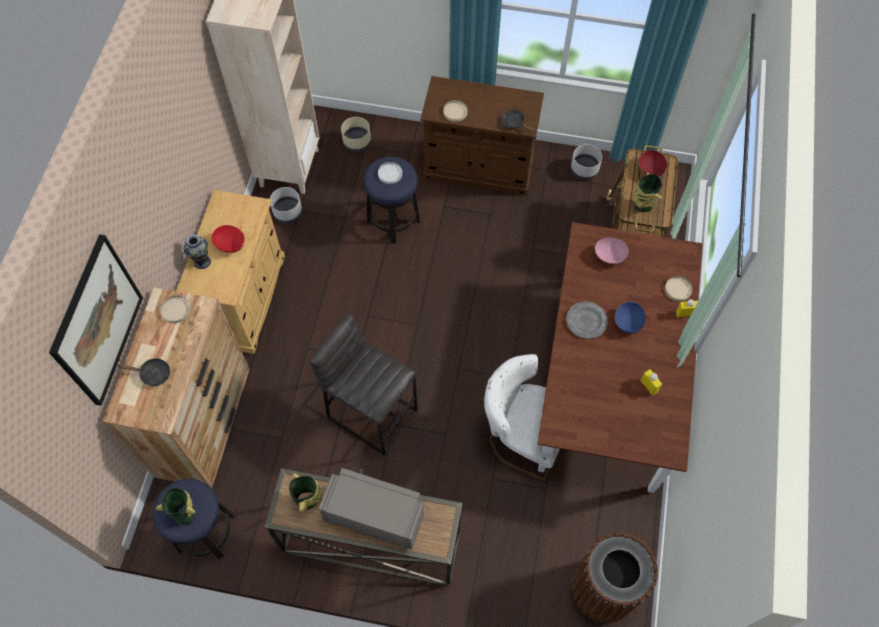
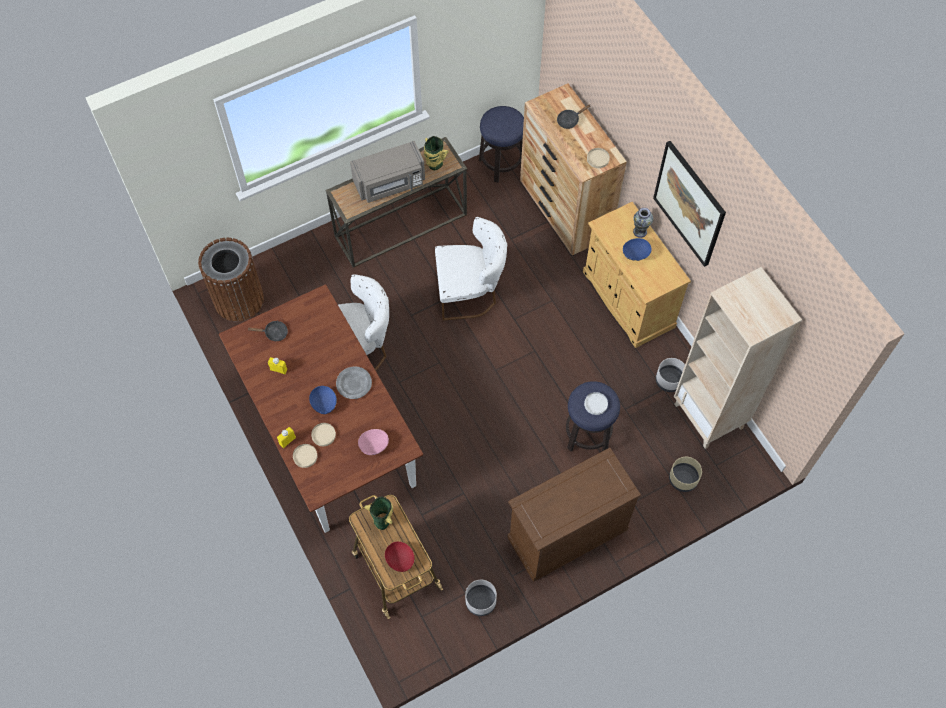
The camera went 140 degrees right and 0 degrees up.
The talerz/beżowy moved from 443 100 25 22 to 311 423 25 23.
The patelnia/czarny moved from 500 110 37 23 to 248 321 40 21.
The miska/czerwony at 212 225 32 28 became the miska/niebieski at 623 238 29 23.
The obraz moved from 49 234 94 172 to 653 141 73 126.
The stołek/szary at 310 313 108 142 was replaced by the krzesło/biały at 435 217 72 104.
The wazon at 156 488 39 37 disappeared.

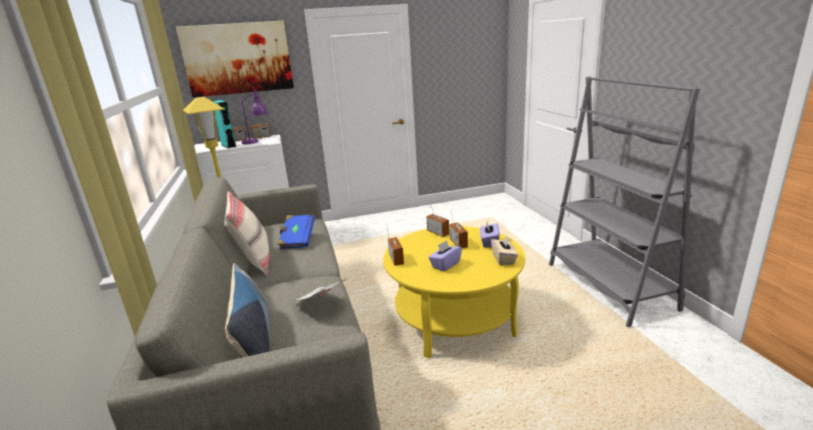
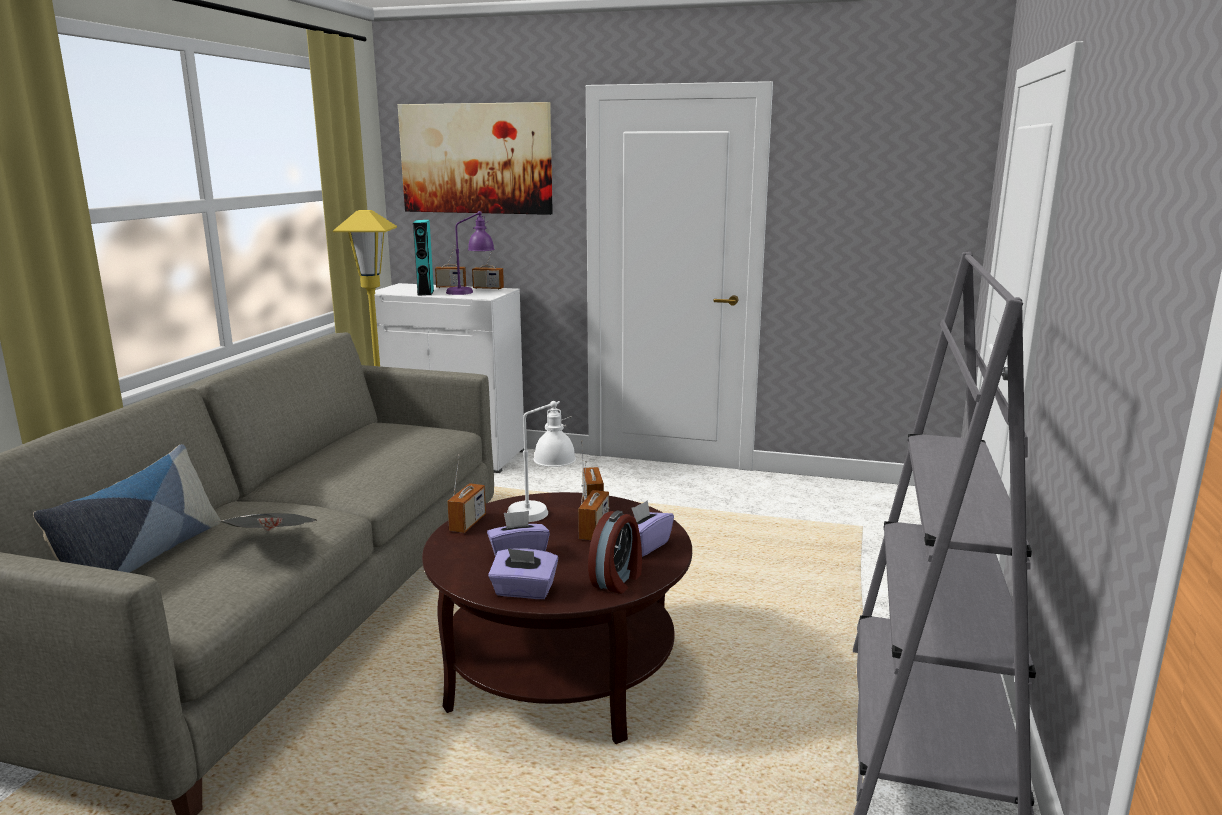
The camera went 30 degrees right and 5 degrees down.
The poduszka/beżowy at 224 191 46 84 disappeared.
The książka/niebieski at 278 215 37 34 disappeared.
The ława/żółty at 383 226 142 132 became the ława/brązowy at 422 492 270 252.
The pudełko chusteczek/beżowy at 491 236 27 30 was replaced by the budzik at 588 511 54 83.
The lampa stołowa/biały at 507 401 69 121 appeared.
The pudełko chusteczek/fioletowy at 488 548 70 51 appeared.

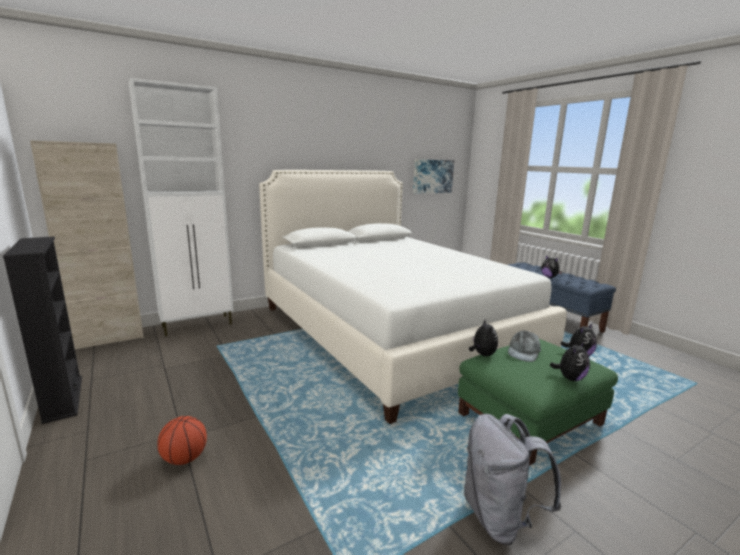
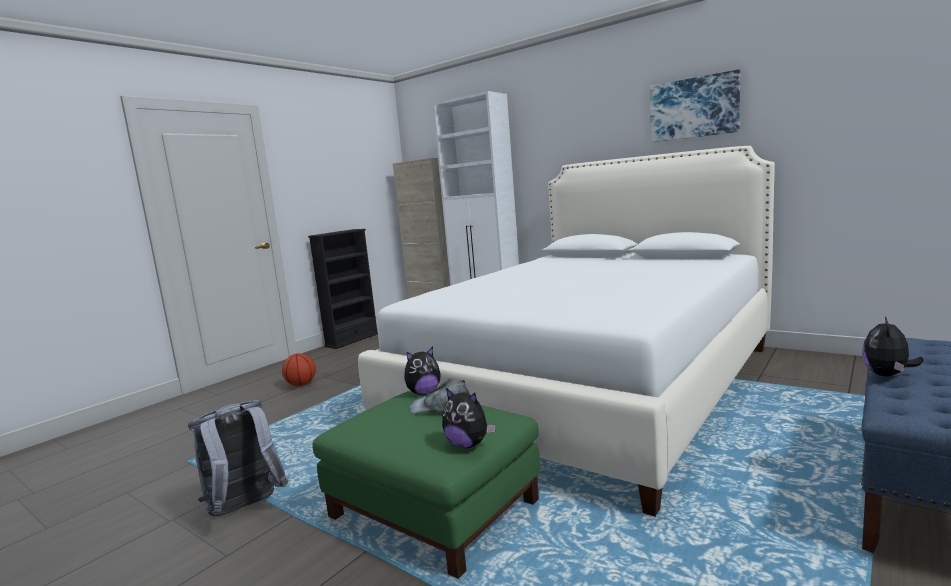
The camera went 70 degrees right and 5 degrees down.
The obraz moved from 413 159 41 35 to 650 69 90 73.
The pluszak at 550 341 40 40 disappeared.

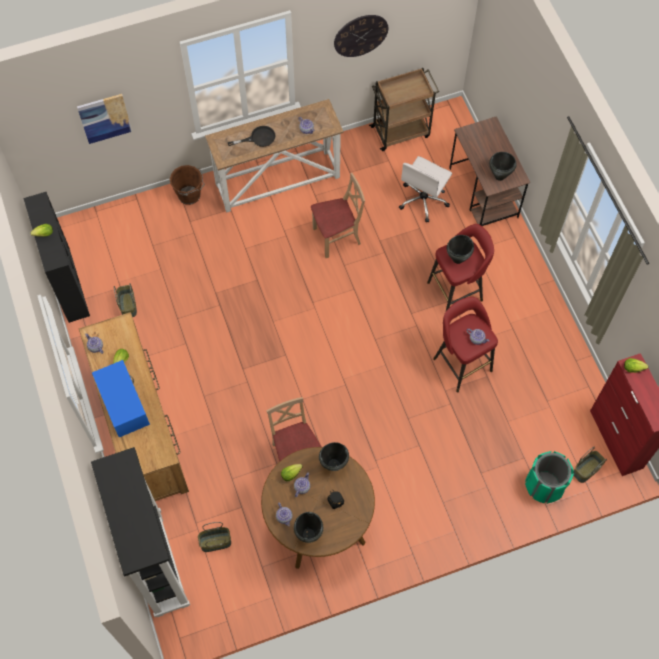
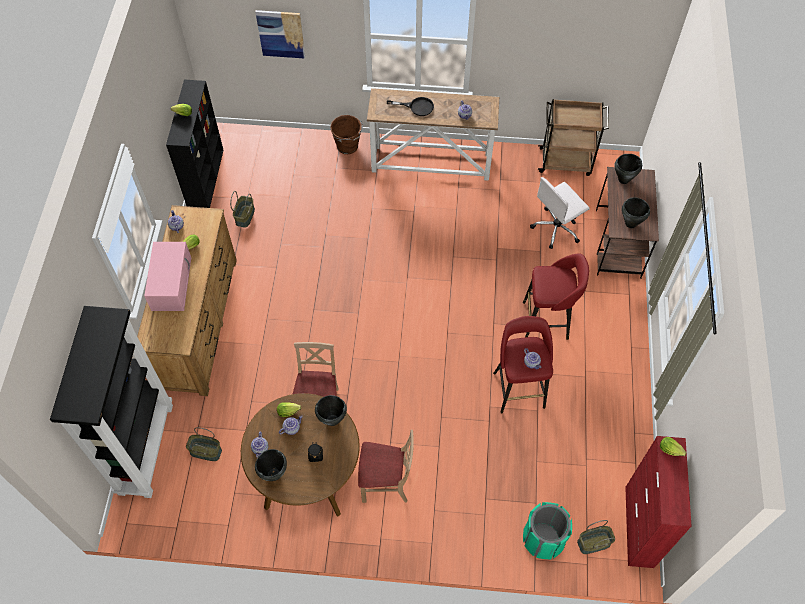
The camera went 25 degrees right and 5 degrees down.
The zegar ścienny at 334 15 54 42 disappeared.
The krzesło/beżowy moved from 311 173 54 85 to 358 430 56 73.
The garnek/czarny moved from 447 235 27 29 to 614 154 28 30.
The mikrofalówka/niebieski at 92 360 58 77 became the mikrofalówka/różowy at 144 242 47 69.

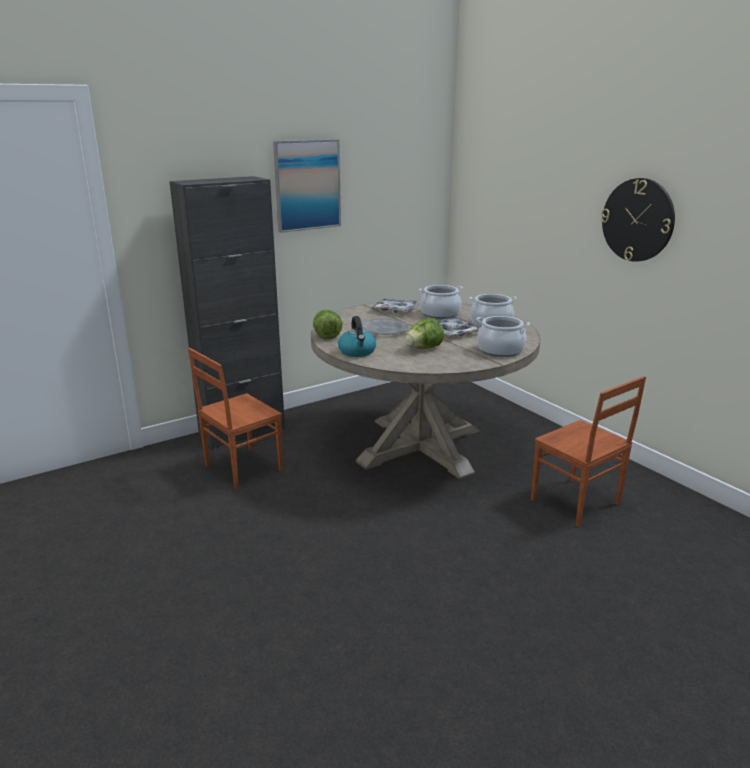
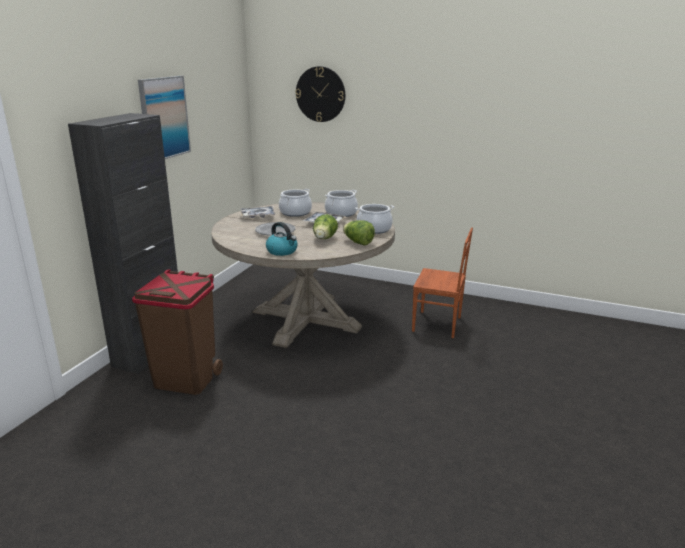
The camera went 35 degrees left and 0 degrees up.
The zegar ścienny moved from 601 178 74 84 to 295 66 50 56.
The sałata moved from 313 309 30 31 to 343 220 32 26.
The krzesło/brązowy at 188 348 95 141 was replaced by the kosz na śmieci/brązowy at 132 269 91 126.

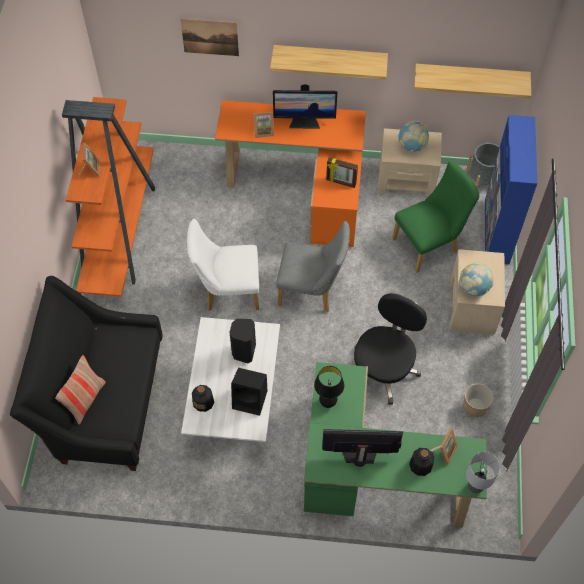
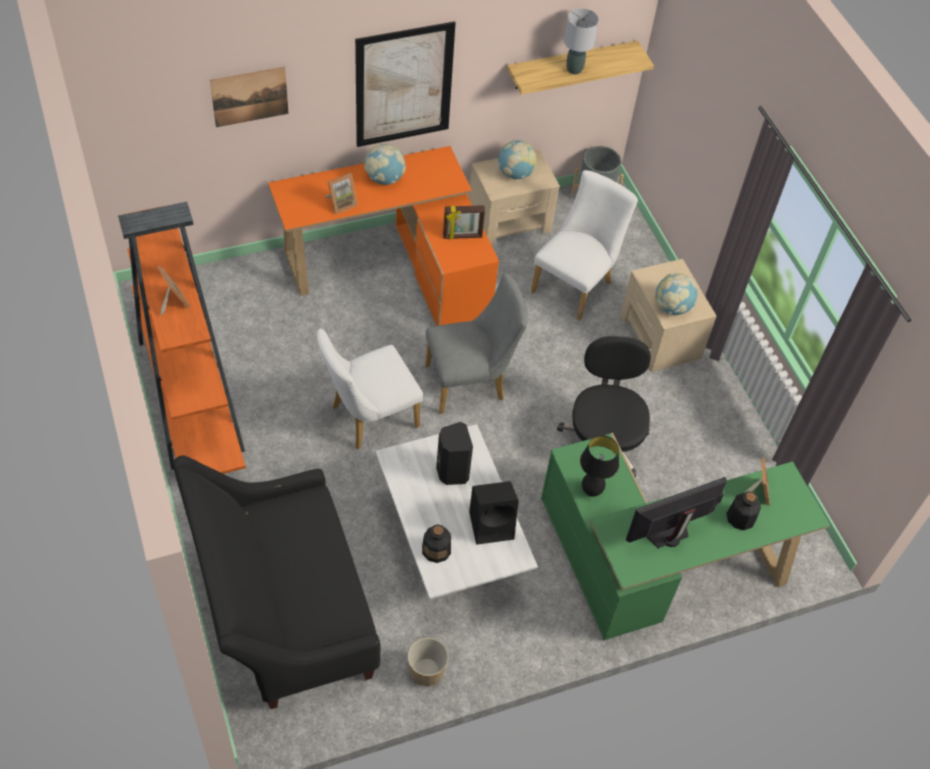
The camera went 30 degrees left and 5 degrees down.
The półka at 270 45 118 35 was replaced by the obraz at 355 21 101 126.
The monitor at 273 85 64 44 was replaced by the globus at 365 143 41 42.
The szafka/niebieski at 485 115 53 149 disappeared.
The krzesło/zielony at 392 161 87 112 became the krzesło/biały at 531 170 107 151.
The poduszka at 55 355 51 69 disappeared.
The donica moved from 464 383 30 34 to 408 638 41 48.
The lampa stołowa/szary moved from 466 452 34 42 to 564 8 35 66.

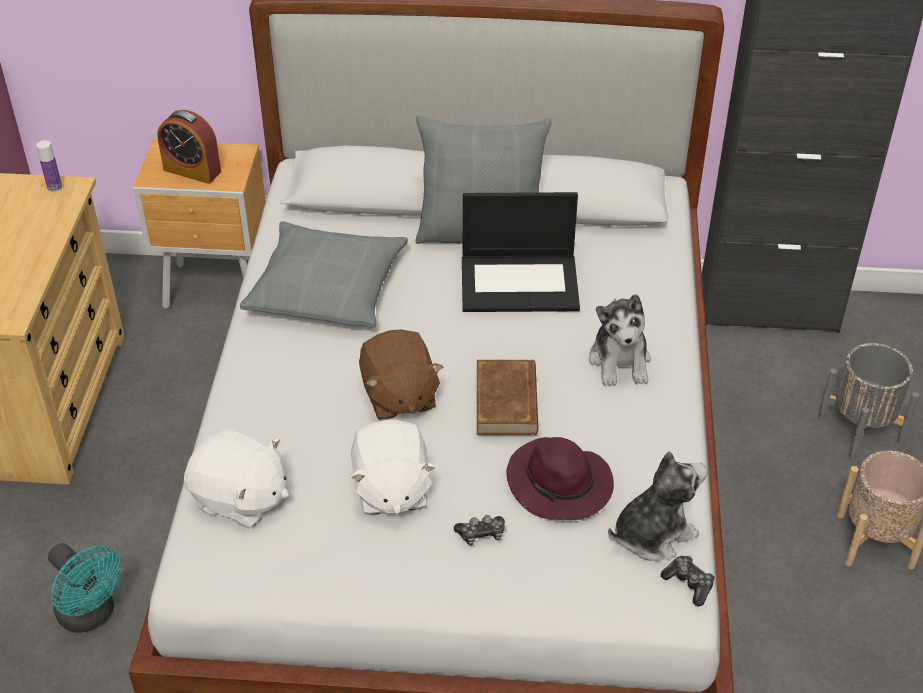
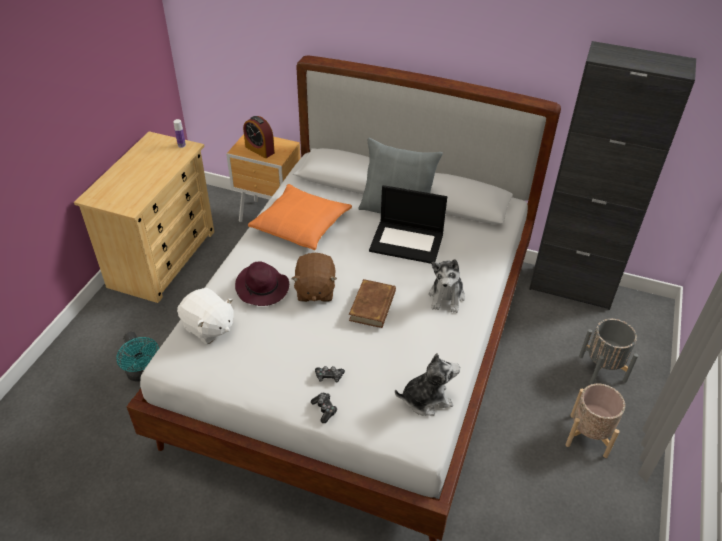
The camera went 15 degrees right and 0 degrees up.
The poduszka/szary at 240 221 168 107 became the poduszka/pomarańczowy at 248 184 104 66.
The pluszak/biały at 351 420 85 95 disappeared.
The kapelusz/fioletowy moved from 506 437 108 83 to 235 262 54 44.
The pad do gier moved from 661 556 54 50 to 311 393 26 30.

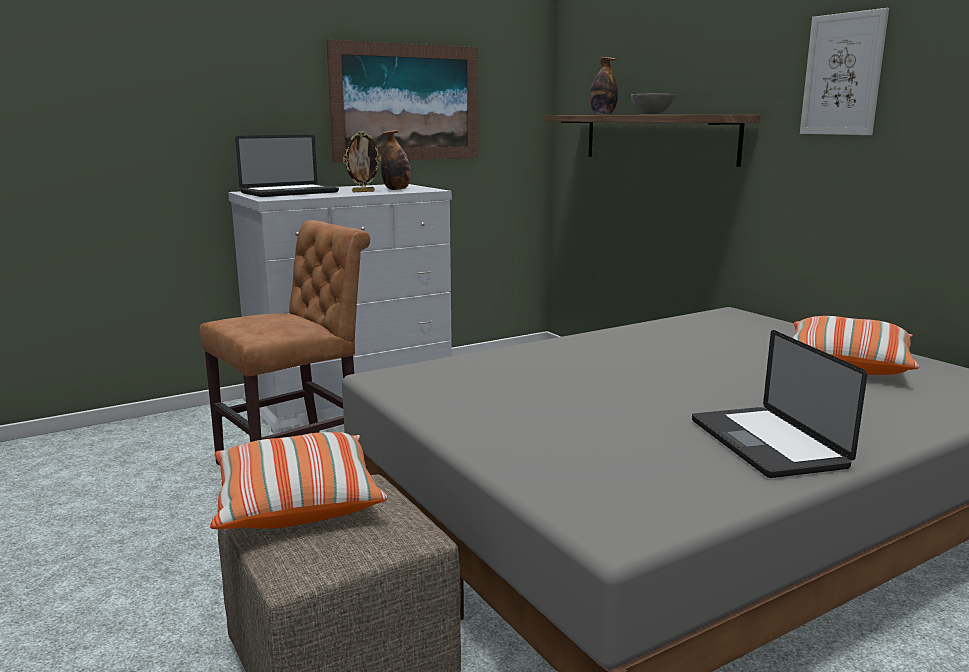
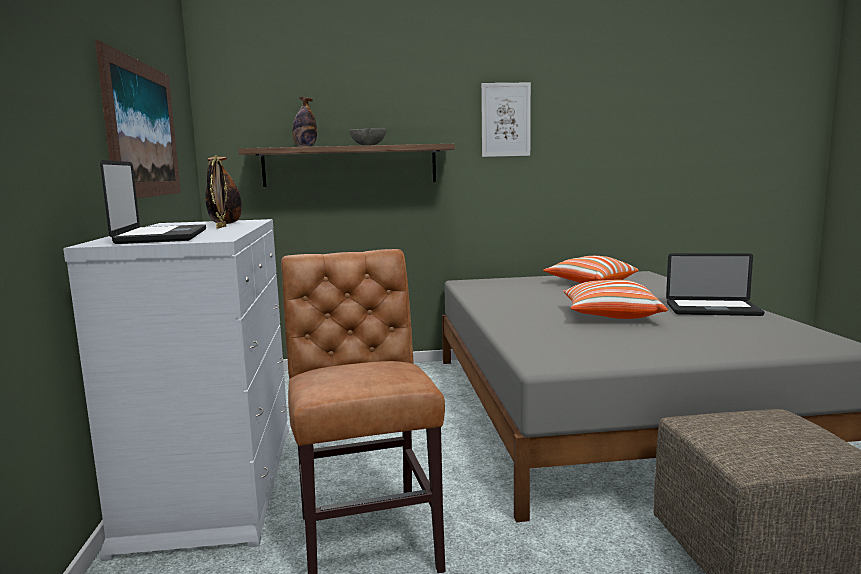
The camera went 65 degrees left and 5 degrees down.
The poduszka moved from 210 432 178 97 to 563 280 105 39.

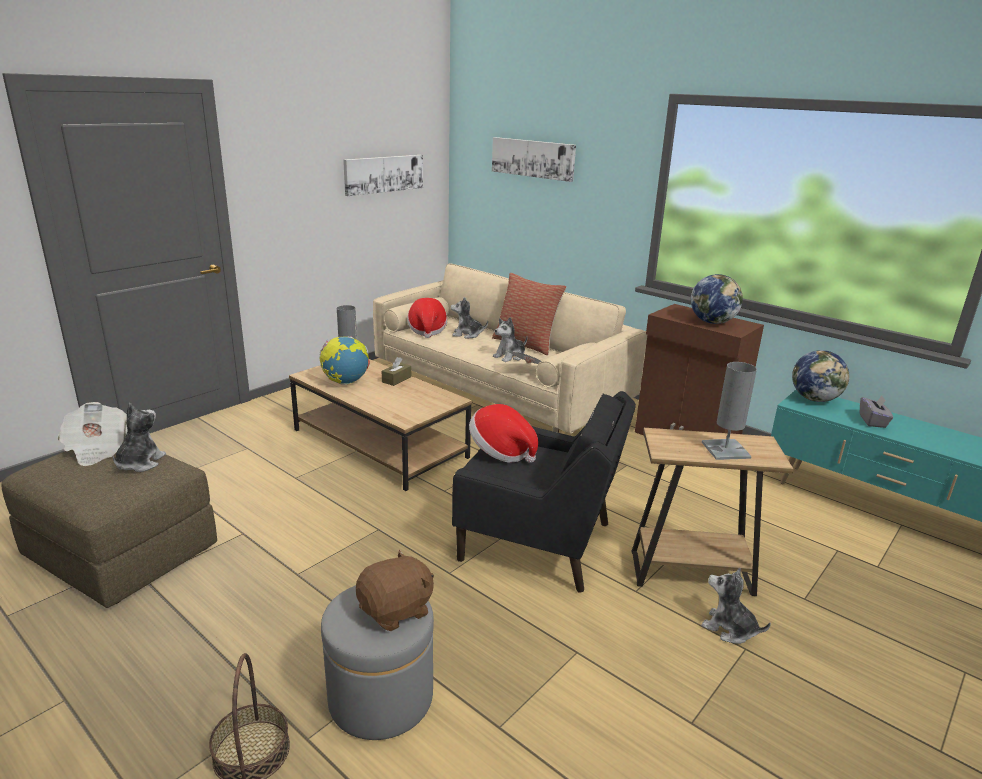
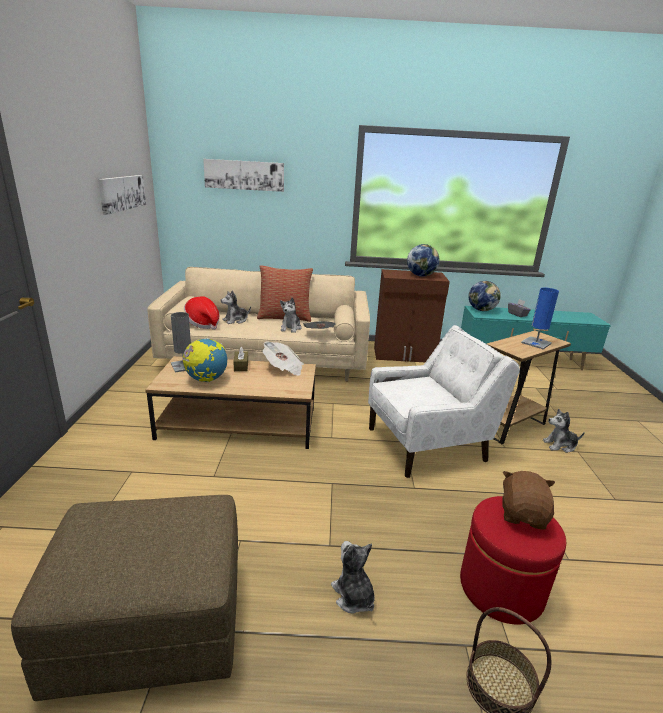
The camera went 40 degrees left and 0 degrees up.
The lampa stołowa/szary at 702 362 55 98 became the lampa stołowa/niebieski at 521 288 38 61.
The fotel/czarny at 452 391 184 202 became the fotel/biały at 368 325 152 153.
The gazeta moved from 57 402 70 64 to 263 341 41 35.
The pluszak moved from 113 403 53 69 to 331 541 44 73.
The kapelusz at 469 404 69 59 disappeared.
The pufa/szary at 321 585 113 155 became the pufa/czerwony at 460 496 106 128.

